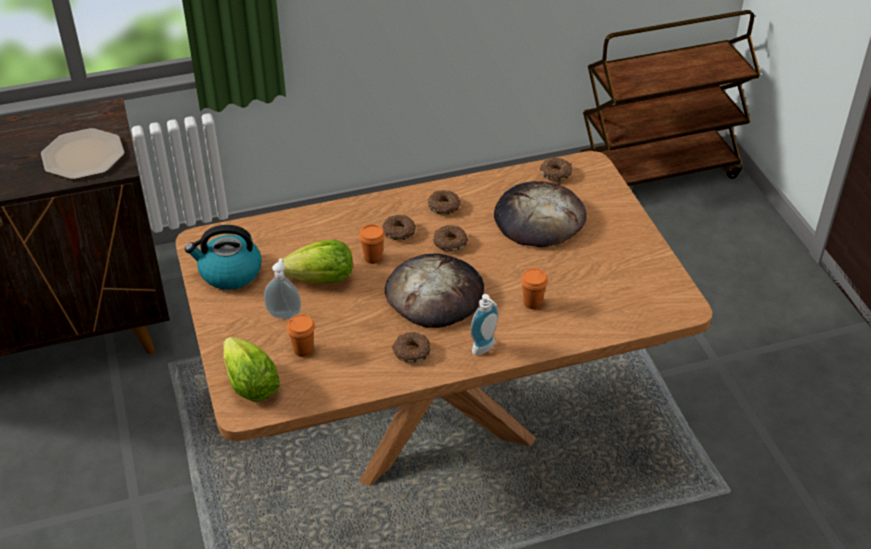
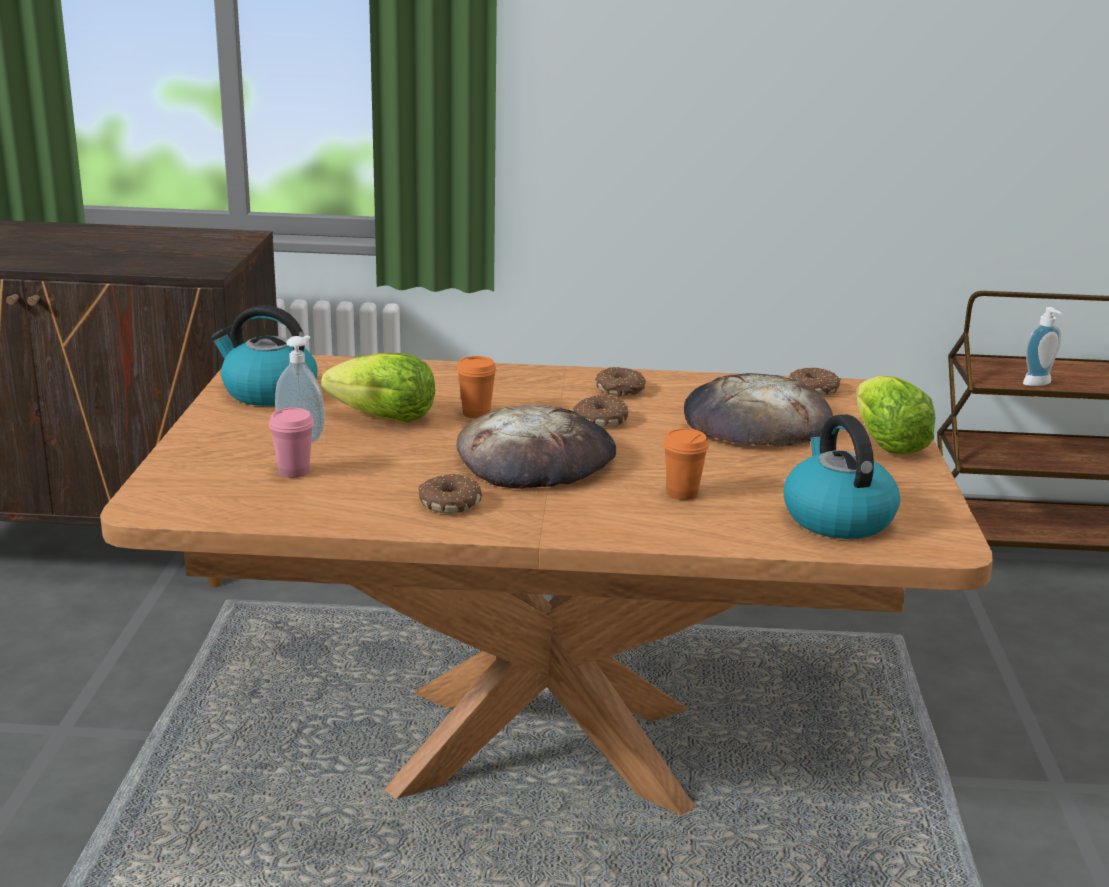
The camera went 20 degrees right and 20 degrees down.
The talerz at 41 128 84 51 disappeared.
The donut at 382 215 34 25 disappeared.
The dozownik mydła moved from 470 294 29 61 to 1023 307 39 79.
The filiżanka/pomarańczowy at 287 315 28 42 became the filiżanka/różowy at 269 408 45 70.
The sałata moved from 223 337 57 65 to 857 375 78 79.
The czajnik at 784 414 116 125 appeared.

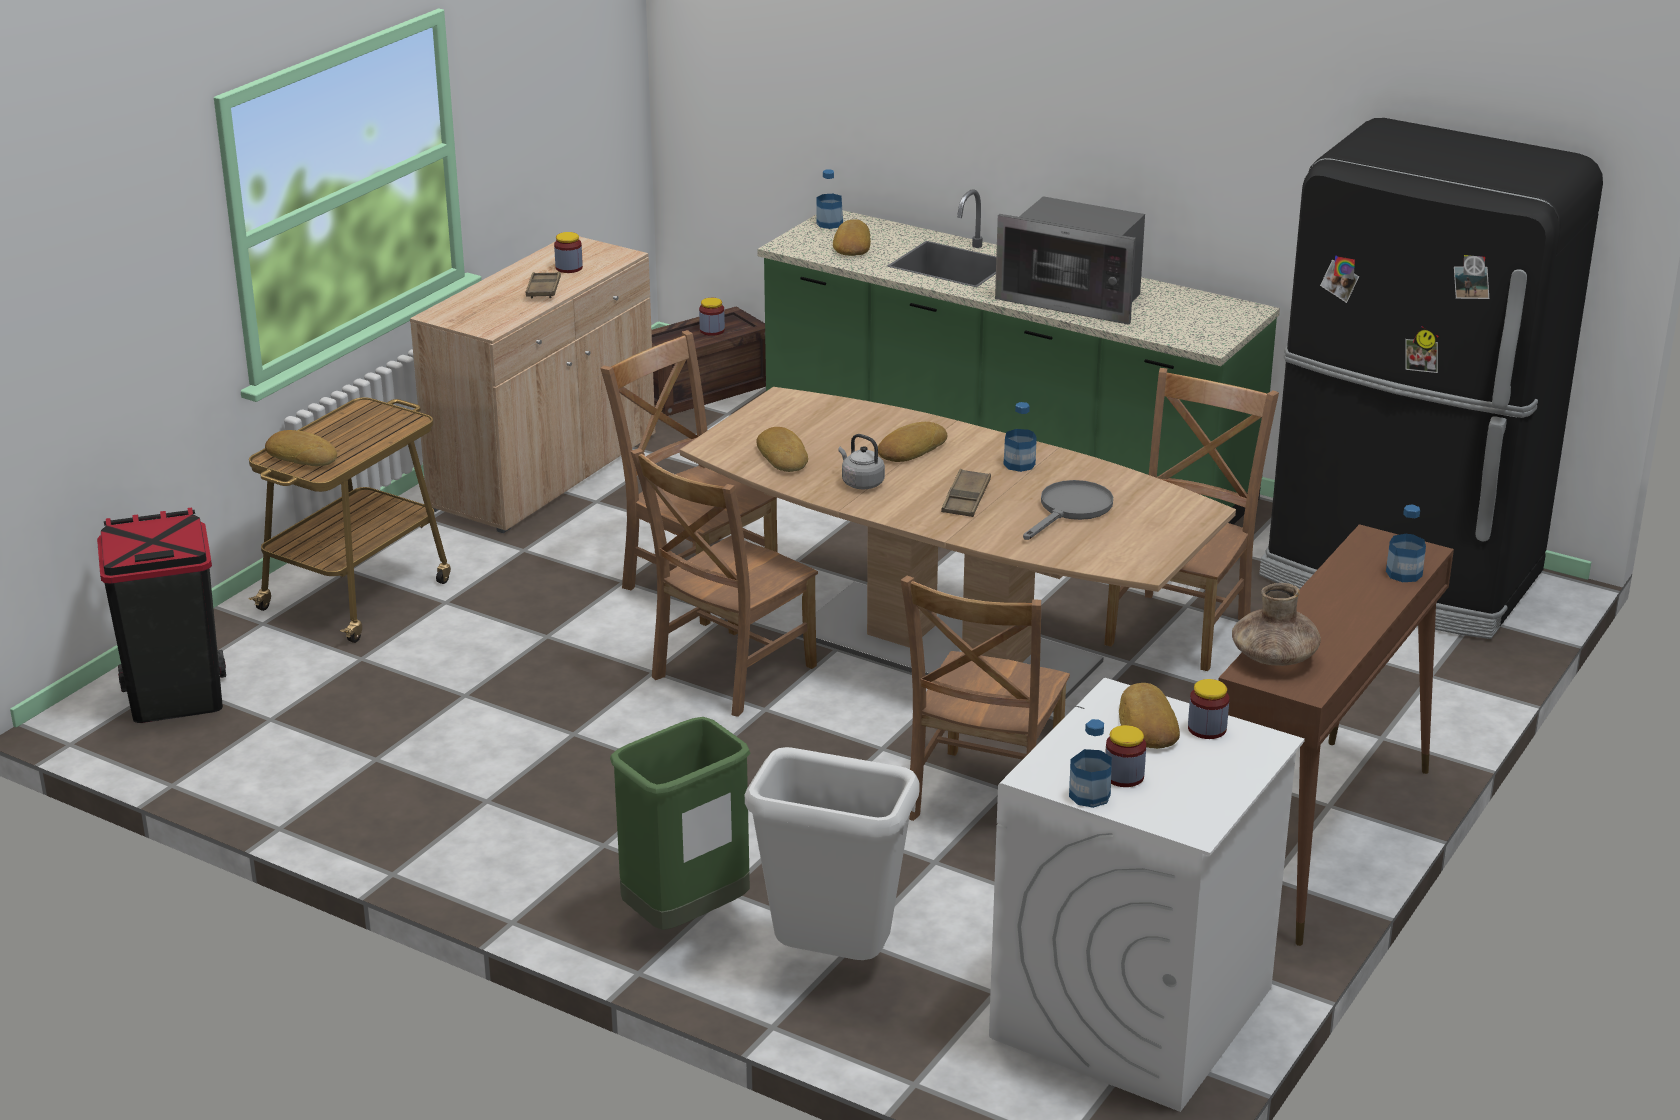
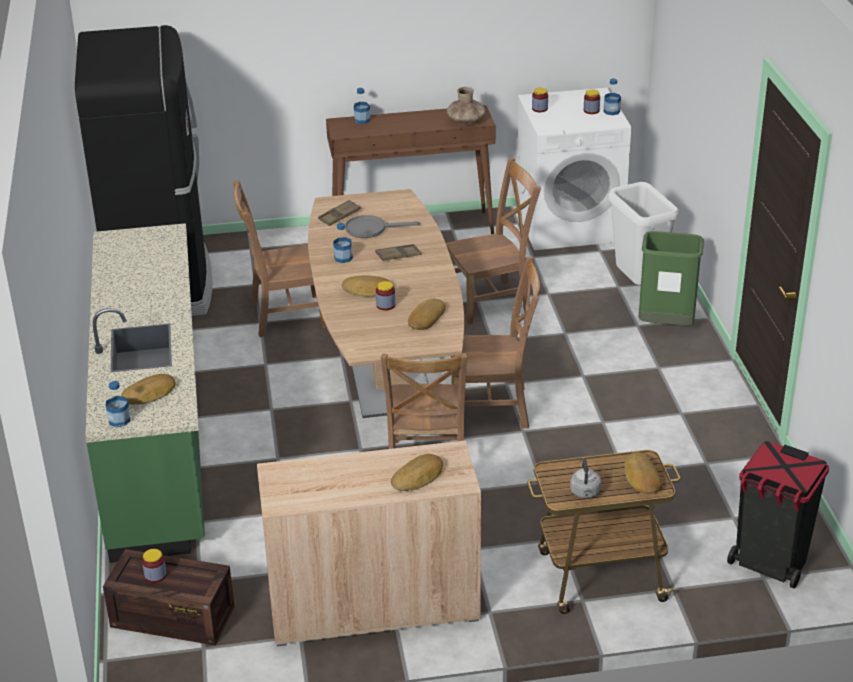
The camera went 130 degrees left and 5 degrees up.
The mikrofalówka at 995 196 150 129 disappeared.
The słoik moved from 554 232 29 41 to 376 281 19 30.
The taca/brązowy moved from 526 272 35 26 to 318 200 43 26.
The czajnik/szary moved from 838 434 47 55 to 570 458 31 40.
The chleb moved from 1119 683 61 66 to 391 454 52 37.

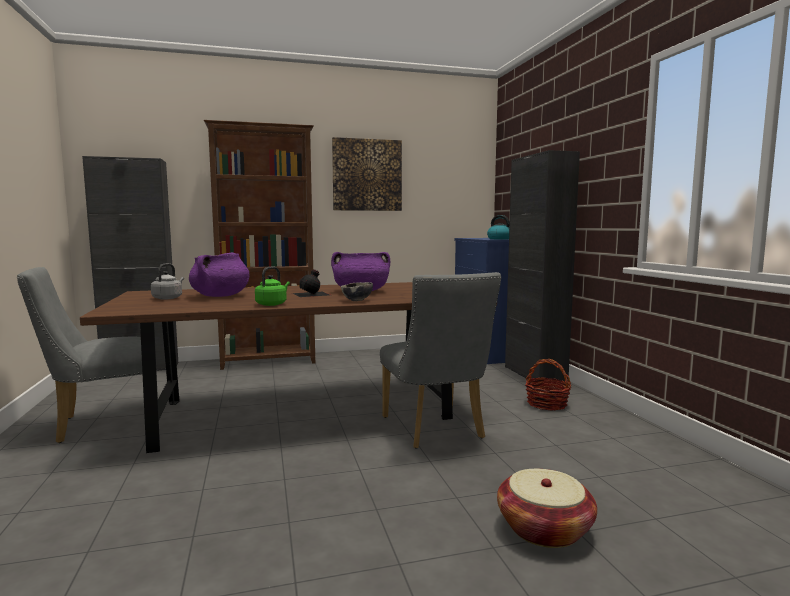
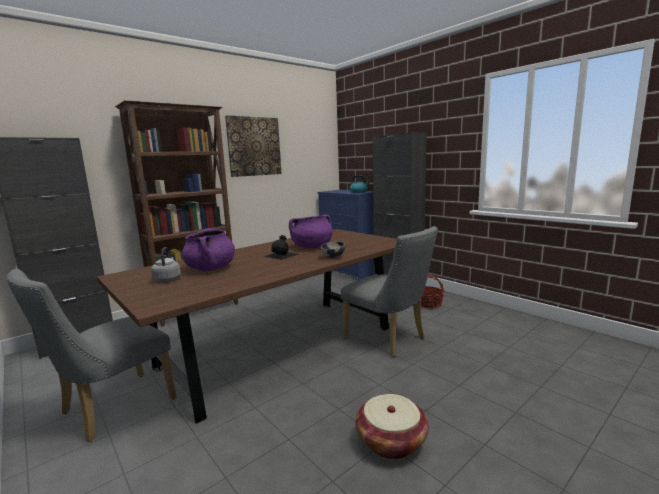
The camera went 25 degrees left and 5 degrees up.
The czajnik/zielony at 255 267 35 39 disappeared.
The koszyk moved from 497 469 100 79 to 356 394 73 65.

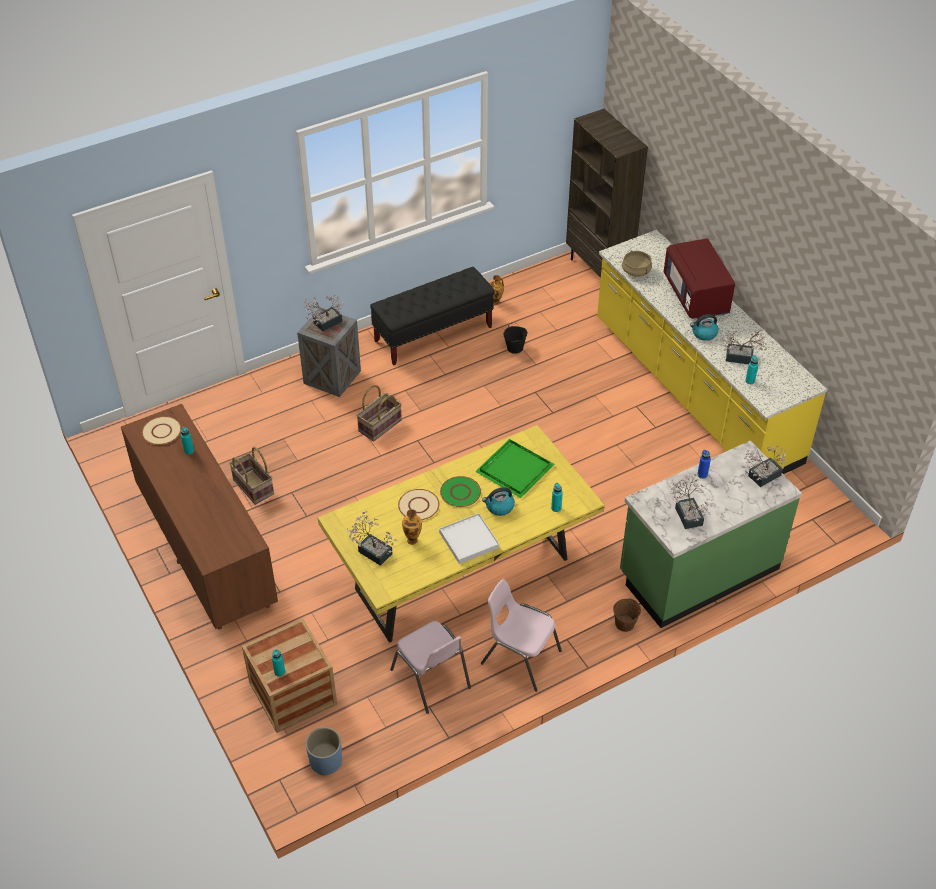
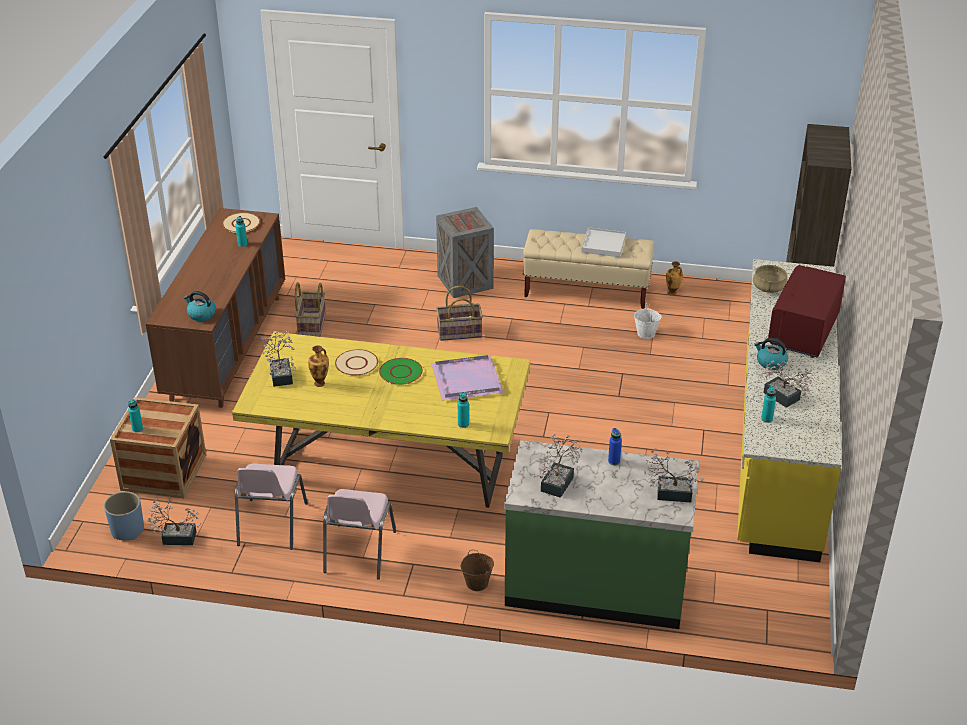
The camera went 40 degrees right and 10 degrees down.
The ławka/czarny at 370 267 124 99 became the ławka/beżowy at 522 229 133 80.
The roślina doniczkowa moved from 304 295 40 37 to 148 499 53 46.
The wiadro/czarny at 503 323 24 31 became the wiadro/biały at 634 304 28 35.
The taca/zielony at 475 439 80 59 became the taca/fioletowy at 431 355 73 46.
The czajnik moved from 482 487 33 29 to 184 291 32 30.
The taca/biały moved from 439 513 60 51 to 581 227 45 30.
The krzesło/różowy at 481 579 81 113 turned 150 degrees counterclockwise.

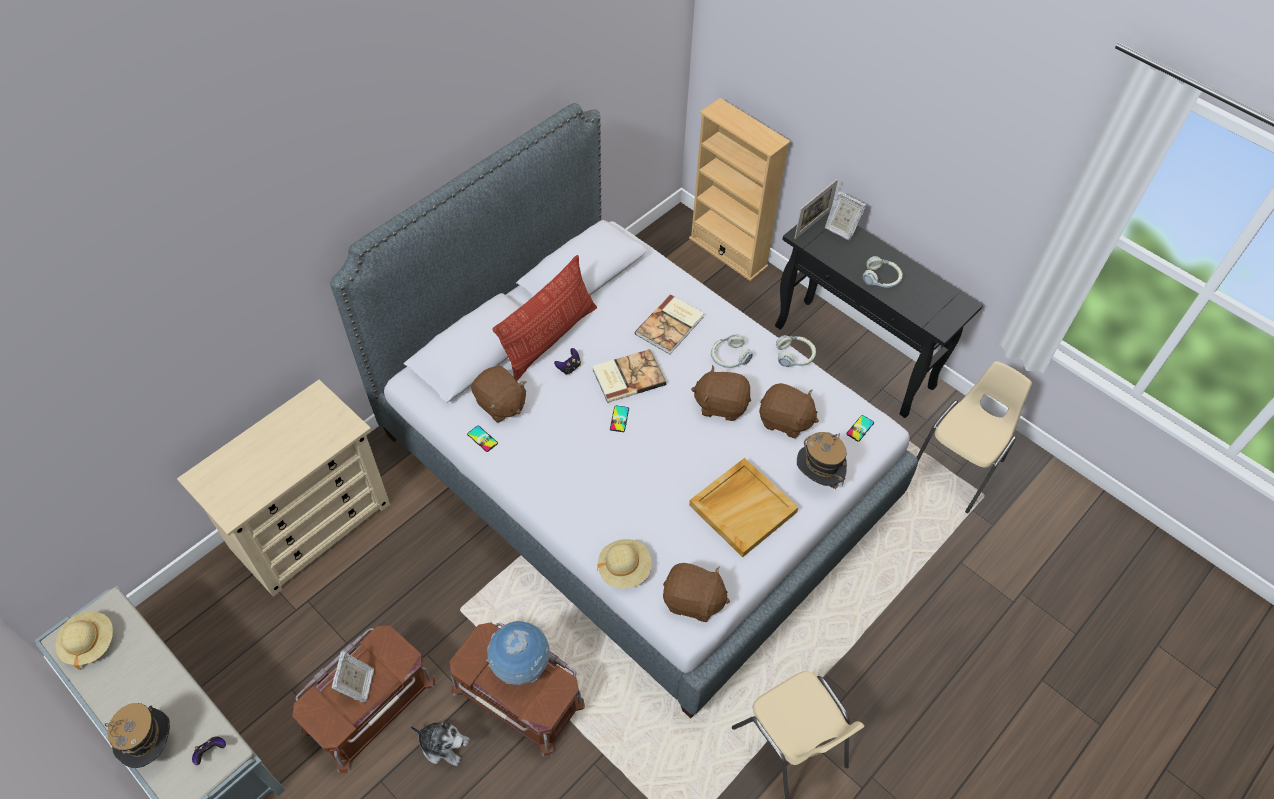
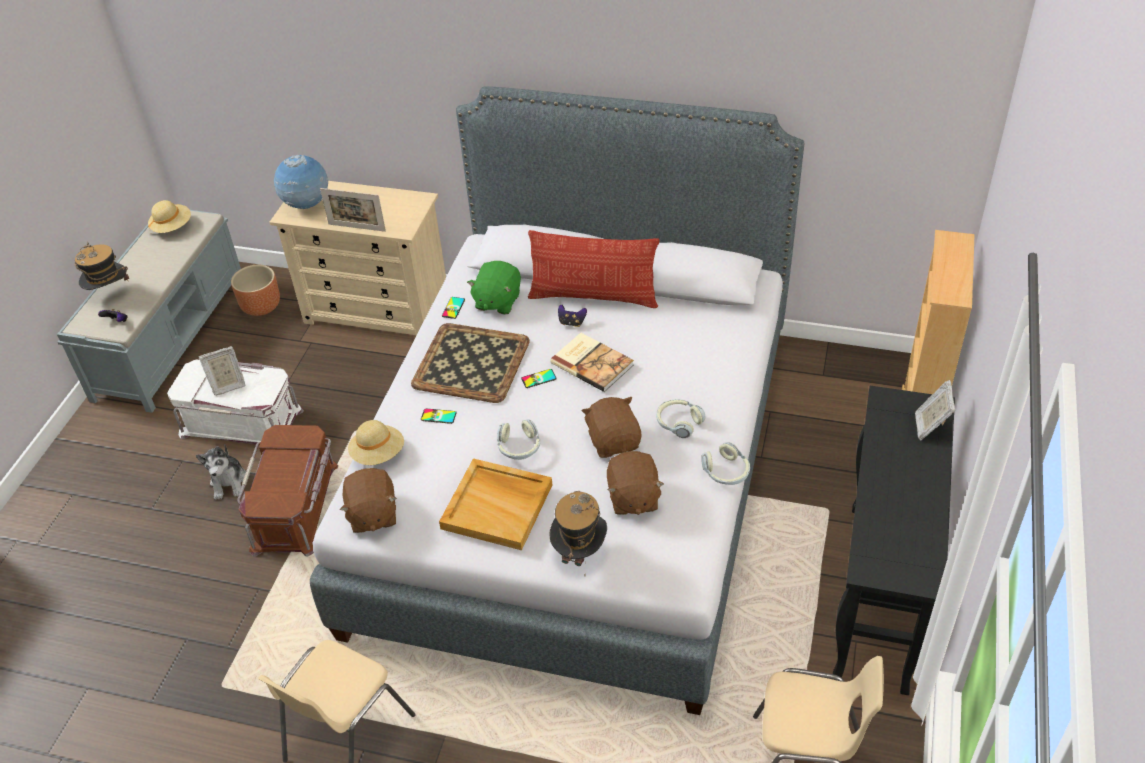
The camera went 65 degrees right and 10 degrees down.
The ramka na zdjęcie moved from 794 179 44 60 to 320 188 66 44.
The słuchawki moved from 863 256 40 32 to 497 419 43 41.
The książka at 635 295 69 60 disappeared.
The pluszak/brązowy at 471 366 55 57 became the pluszak/zielony at 467 261 54 54.
The telefon moved from 846 415 28 27 to 421 408 36 16.
The globus moved from 486 621 64 64 to 274 155 55 54.
The pojemnik do przechowywania/brązowy at 292 625 144 148 became the pojemnik do przechowywania/biały at 167 359 137 85.
The donica/brązowy at 231 265 49 51 appeared.
The taca at 411 323 119 80 appeared.

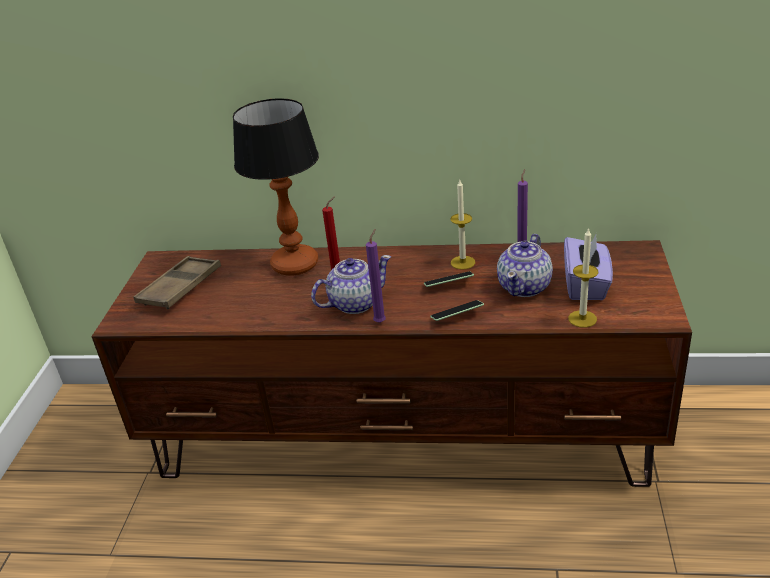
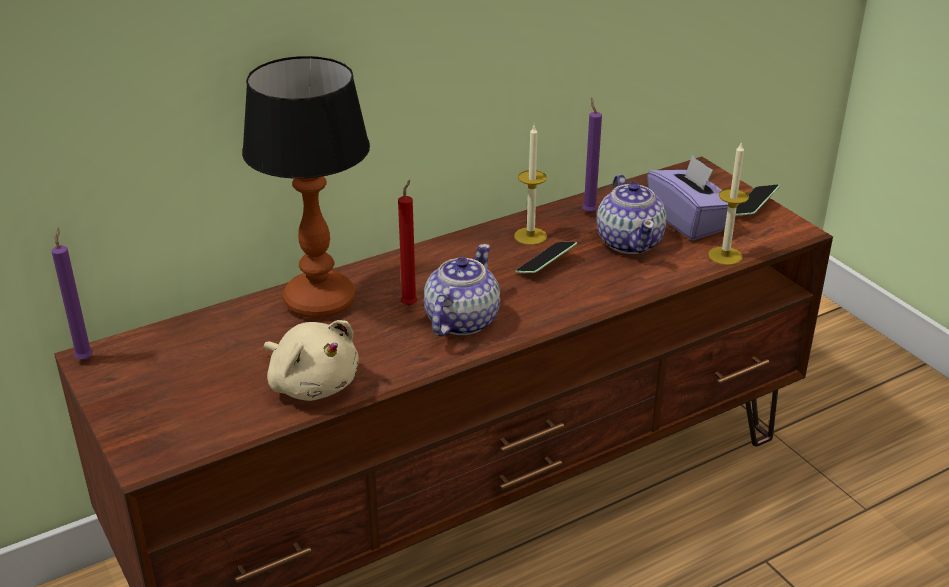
The camera went 40 degrees left and 0 degrees up.
The świeca/fioletowy moved from 366 229 20 94 to 52 228 41 132.
The taca/brązowy at 133 256 88 53 disappeared.
The telefon moved from 430 300 54 21 to 735 184 45 32.
The pluszak/beżowy at 264 320 95 81 appeared.

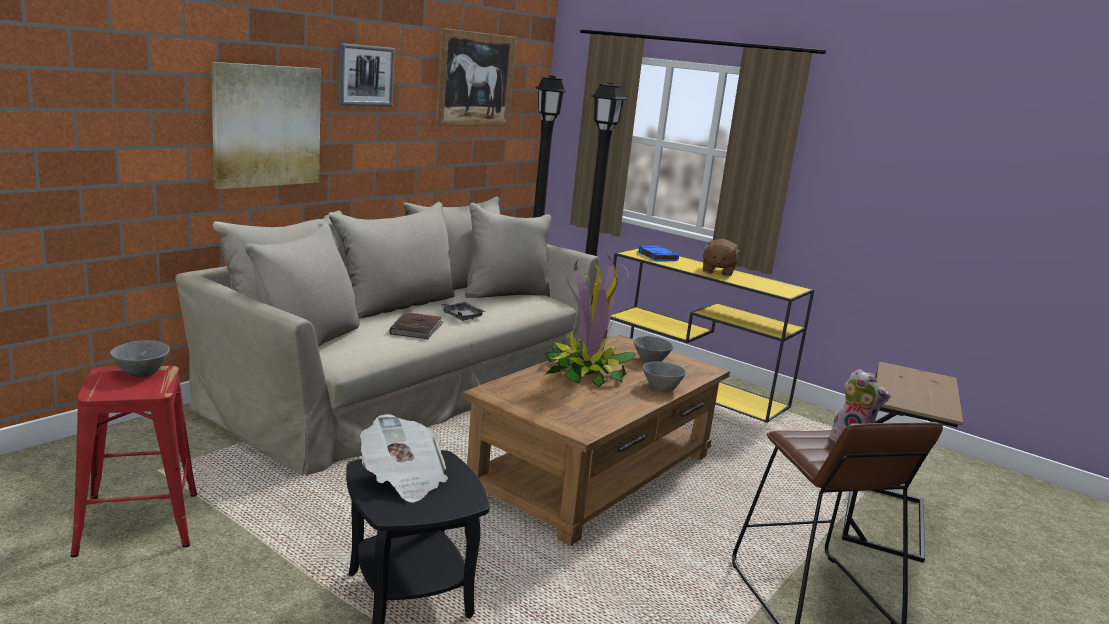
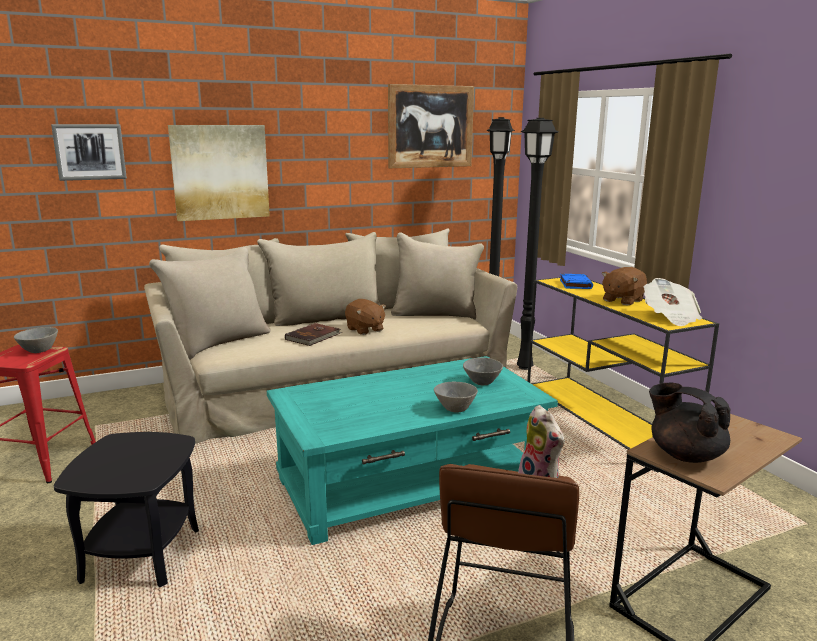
The camera went 30 degrees right and 0 degrees up.
The obraz moved from 338 43 57 63 to 51 124 76 57.
The roślina doniczkowa at 545 254 91 134 disappeared.
The taca/szary at 439 302 47 19 was replaced by the pluszak/brązowy at 345 299 41 36.
The ława/brązowy at 462 335 268 211 became the ława/turkusowy at 267 356 291 189.
The gazeta moved from 360 414 88 89 to 644 278 58 48.
The imbryk/czarny at 649 383 81 80 appeared.

